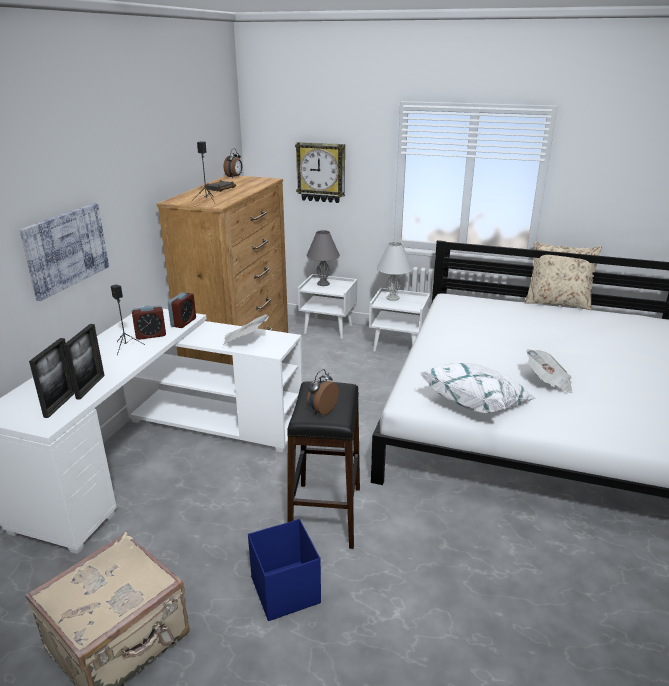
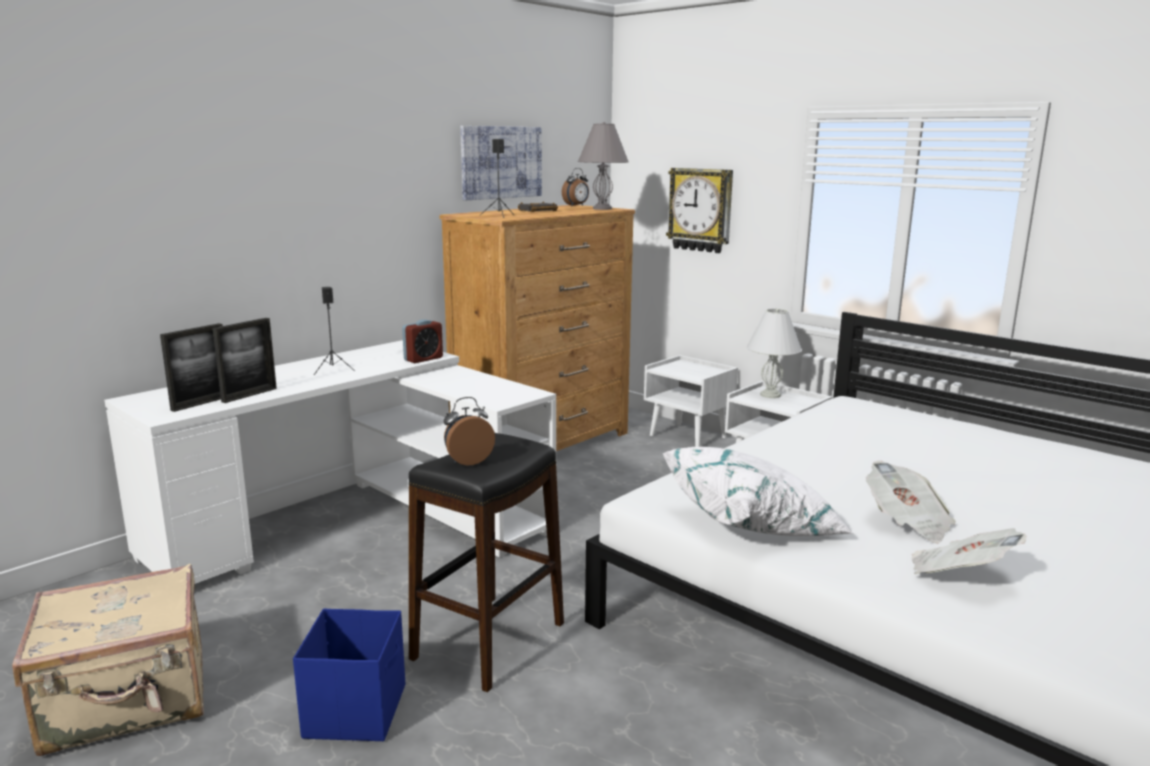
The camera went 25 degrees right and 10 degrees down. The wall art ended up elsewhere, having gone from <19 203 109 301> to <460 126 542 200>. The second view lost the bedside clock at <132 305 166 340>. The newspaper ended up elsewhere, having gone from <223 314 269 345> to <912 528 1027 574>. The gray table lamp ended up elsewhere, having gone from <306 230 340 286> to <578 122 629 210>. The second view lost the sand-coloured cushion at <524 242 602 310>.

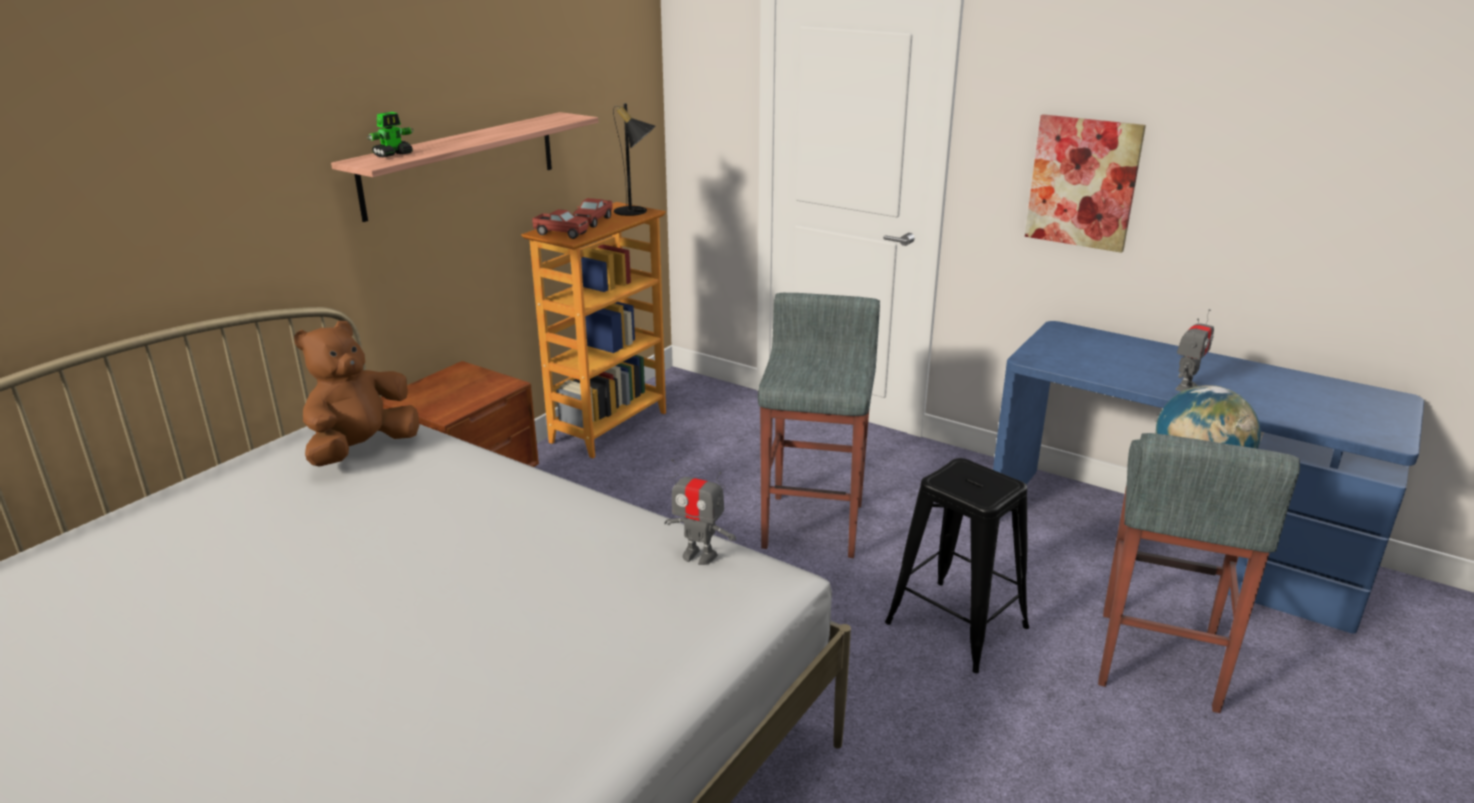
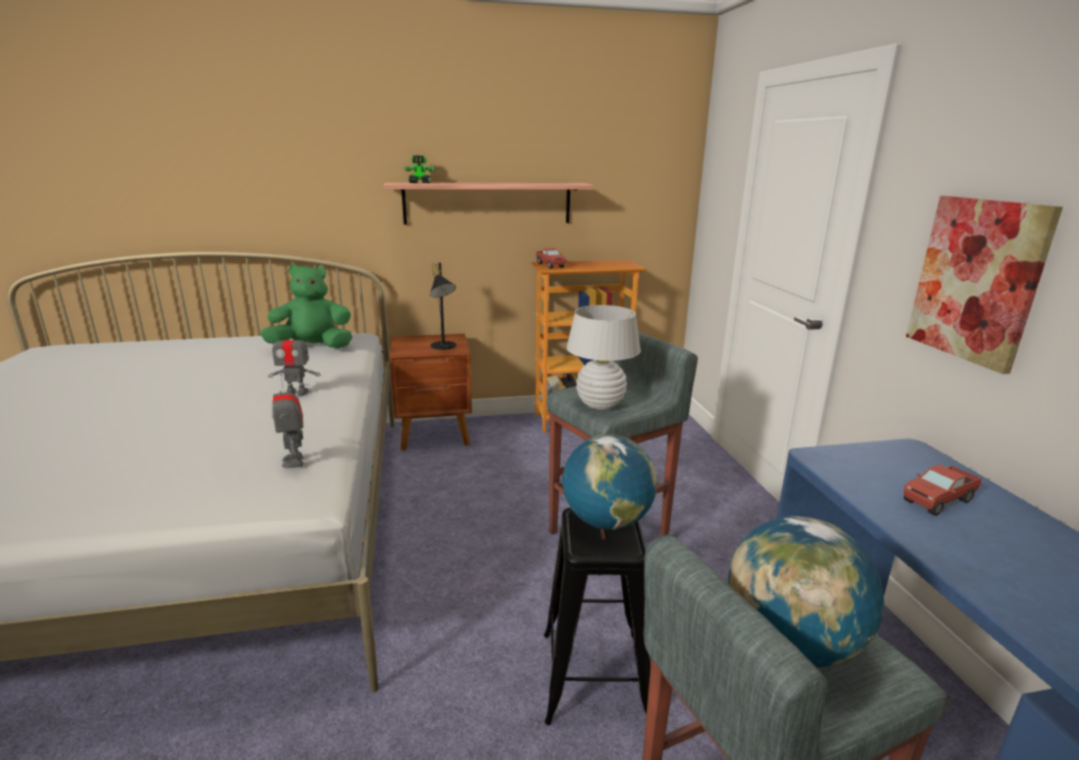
The camera went 45 degrees right and 5 degrees down. What was the brown-coloured cuddly toy at <294 321 419 467> turned into the greenish cuddly toy at <260 264 352 348>. The toy lorry ended up elsewhere, having gone from <573 198 613 228> to <904 465 981 516>. The black-coloured table lamp ended up elsewhere, having gone from <613 103 656 216> to <430 263 457 350>. The model robot ended up elsewhere, having gone from <1175 309 1214 391> to <268 329 320 397>. The second view gained the world globe at <562 434 657 530>. The second view gained the white-coloured table lamp at <566 305 641 410>.

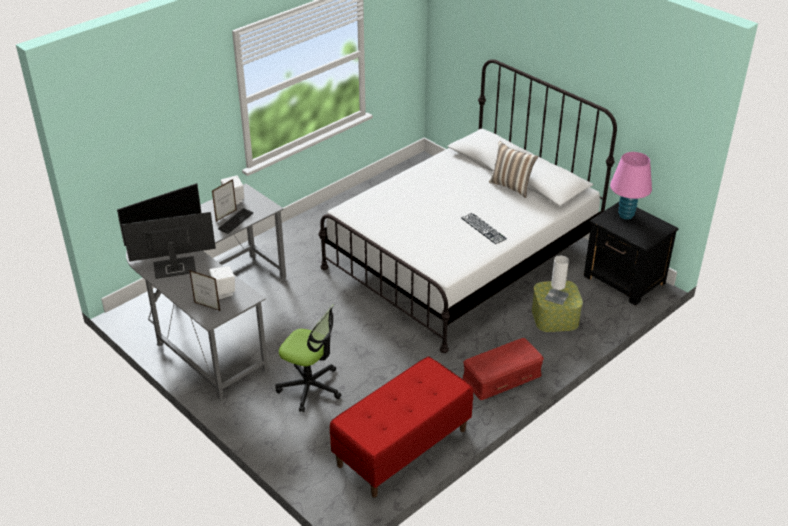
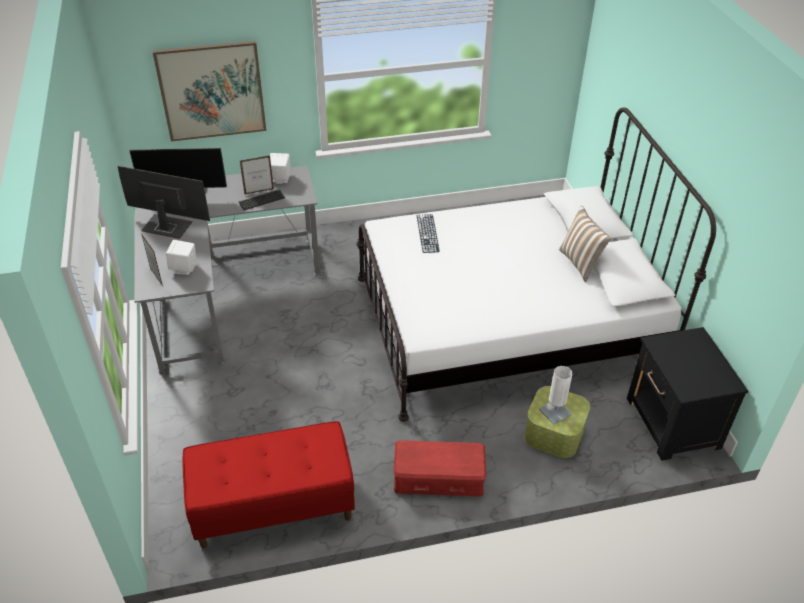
The camera went 30 degrees right and 5 degrees up. The second view lost the desk chair at <275 304 341 412>. The computer keyboard ended up elsewhere, having gone from <461 213 507 244> to <417 214 440 253>. The second view lost the pinkish table lamp at <610 152 652 220>. The second view gained the wall art at <153 41 266 141>.

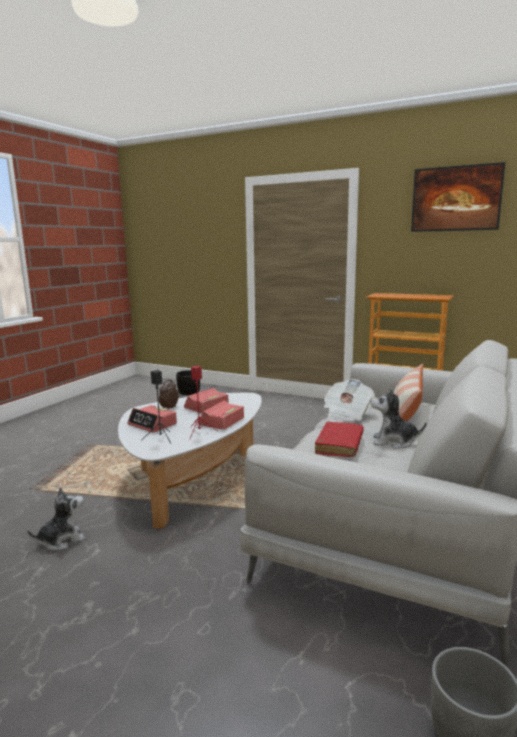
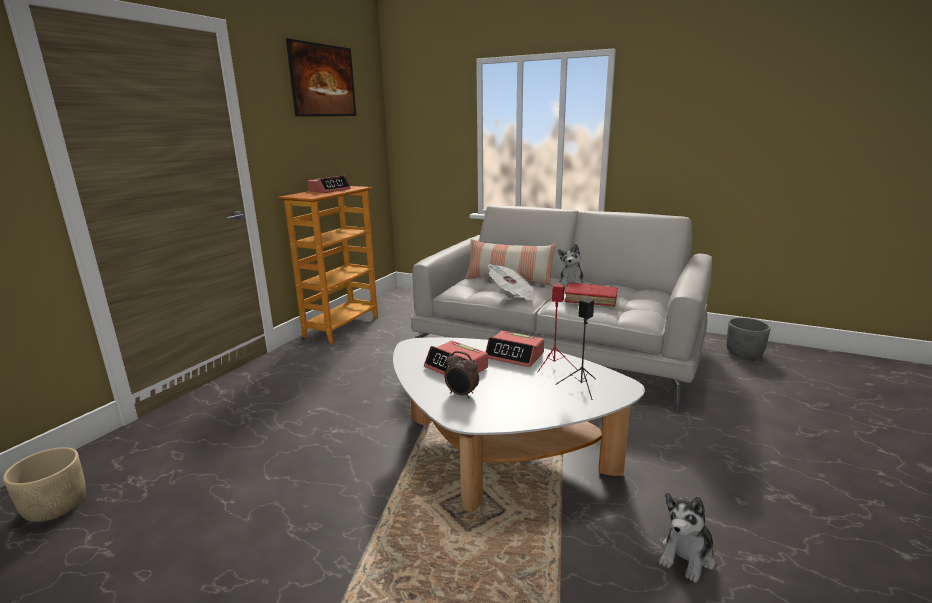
The camera went 90 degrees left and 5 degrees up. The cuddly toy at <27 487 85 551> ended up facing another way, 105 degrees counterclockwise from before. The bedside clock ended up elsewhere, having gone from <127 405 177 433> to <308 176 351 193>. What was the black-coloured plant pot at <176 370 200 395> turned into the sand-coloured plant pot at <3 447 86 522>.

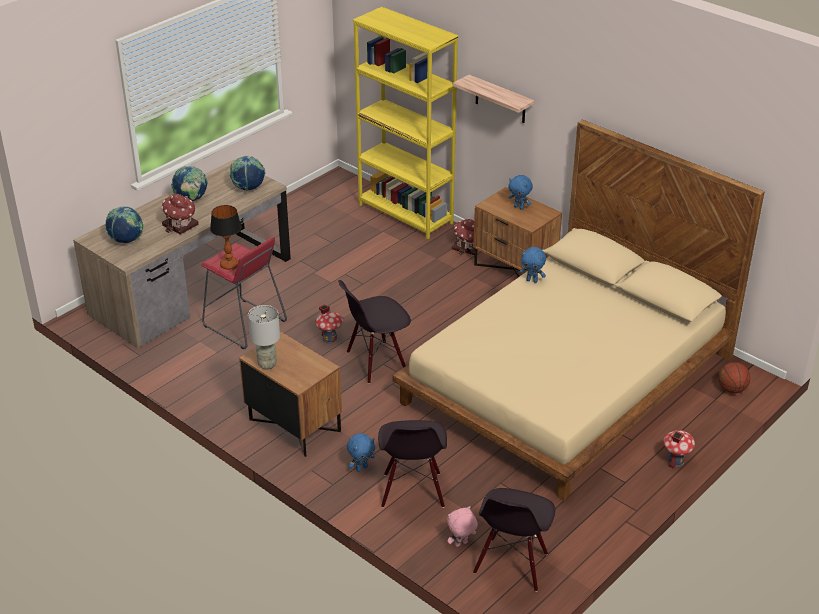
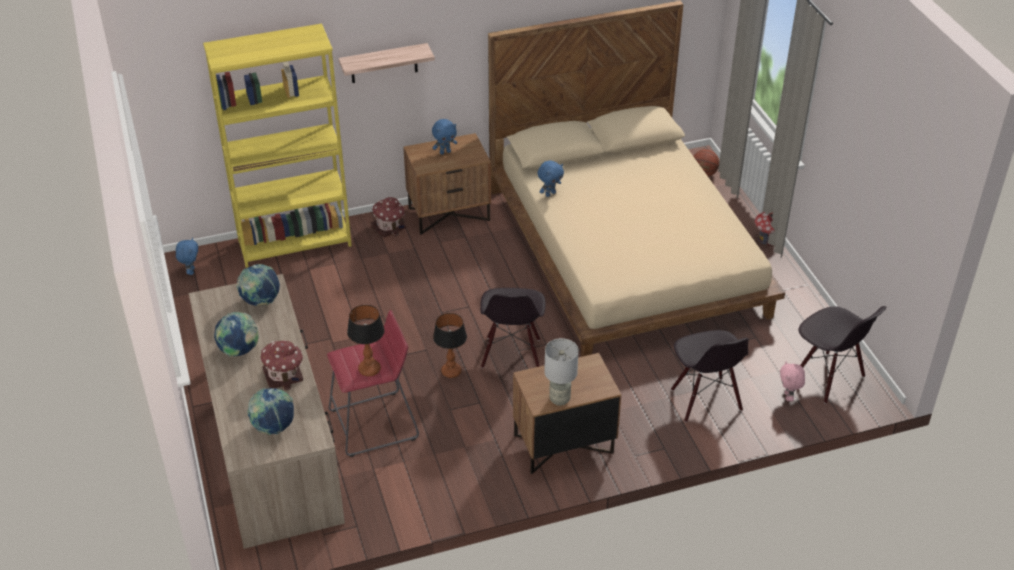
The camera went 60 degrees left and 5 degrees up. Where the model house stood at <316 304 343 344>, the table lamp came to stand at <433 313 467 378>. The blue cuddly toy ended up elsewhere, having gone from <347 433 375 472> to <176 237 198 275>. The black-coloured plain chair at <378 420 447 508> ended up facing another way, 45 degrees clockwise from before.

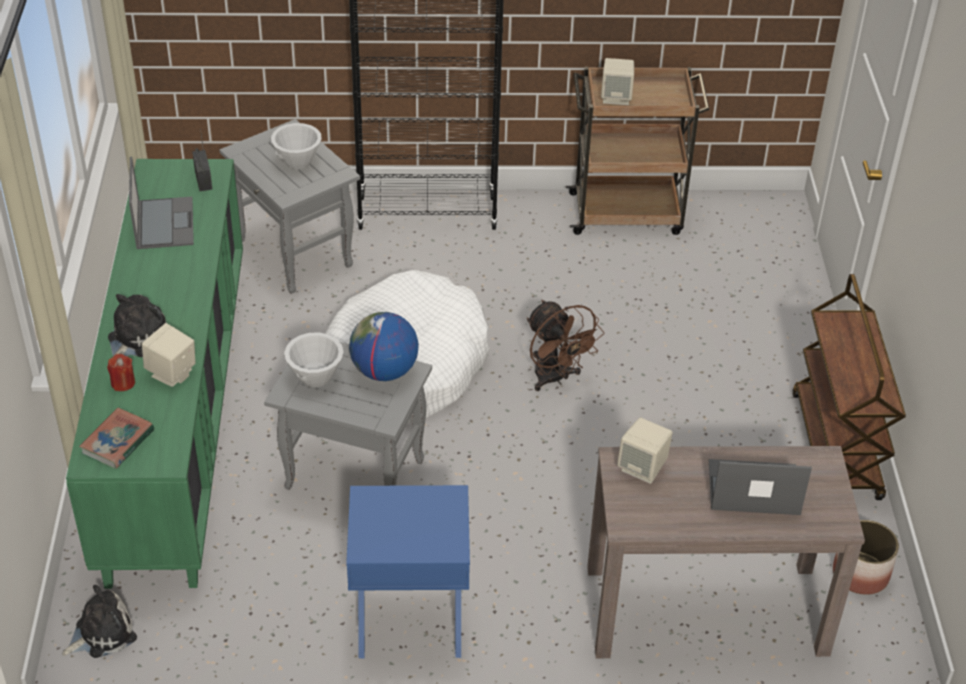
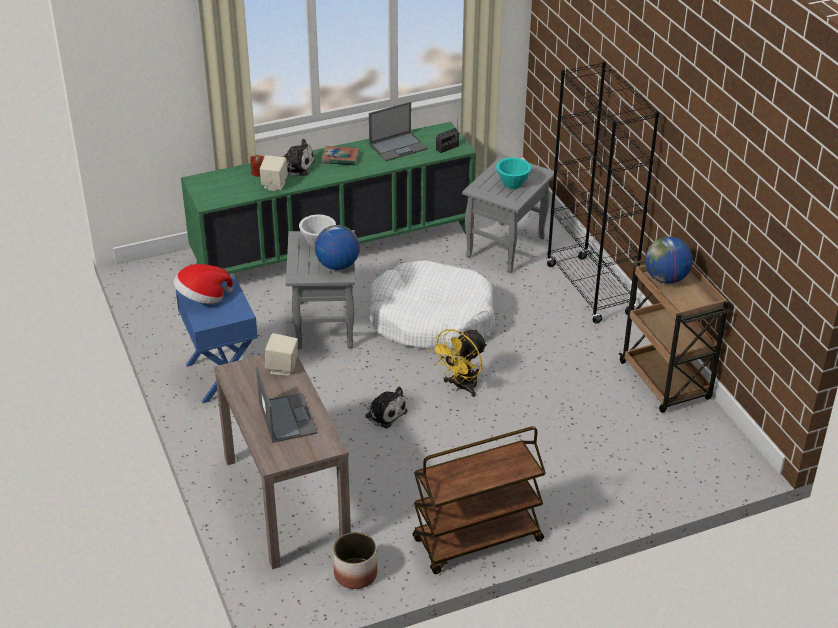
The camera went 70 degrees right and 5 degrees down. The cuddly toy ended up elsewhere, having gone from <62 585 137 658> to <361 387 408 428>. The book ended up elsewhere, having gone from <79 408 154 469> to <321 146 359 165>. What was the white-coloured deep dish at <271 123 322 169> turned into the blue-green deep dish at <496 158 531 189>. What was the brown-coloured cooling fan at <527 300 605 391> turned into the yellow-coloured cooling fan at <430 329 487 397>. Where the sand-coloured loudspeaker stood at <601 58 634 105>, the world globe came to stand at <645 237 693 284>. The second view gained the hat at <173 264 233 304>.

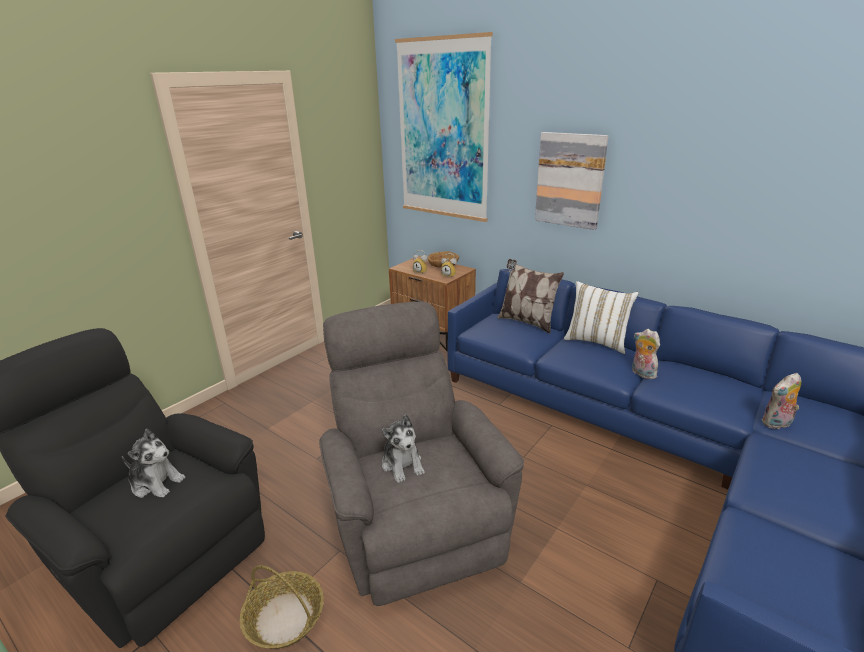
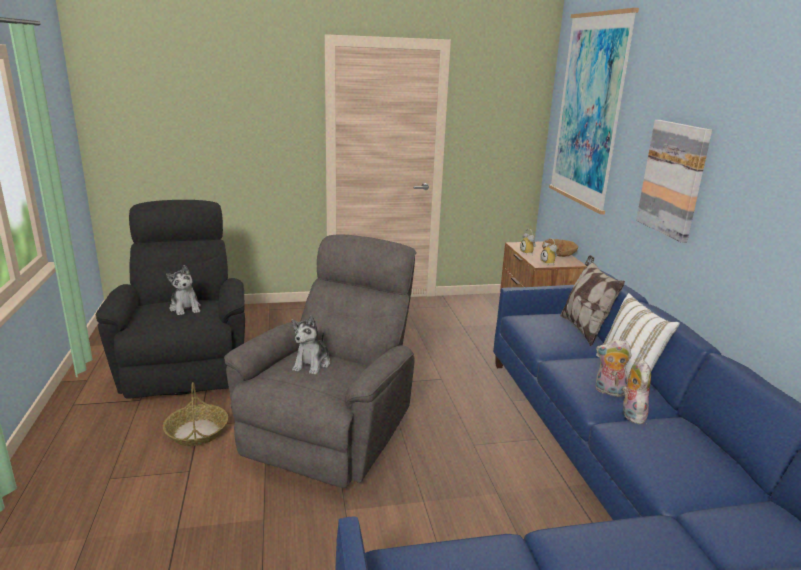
The camera went 40 degrees right and 5 degrees down. The cuddly toy ended up elsewhere, having gone from <761 373 801 430> to <595 339 632 397>.

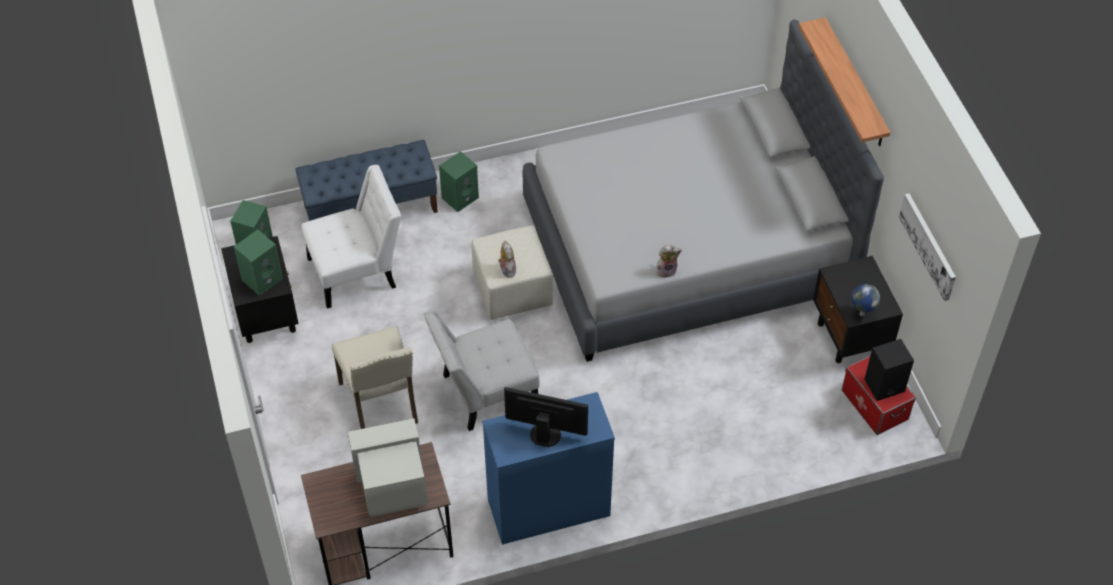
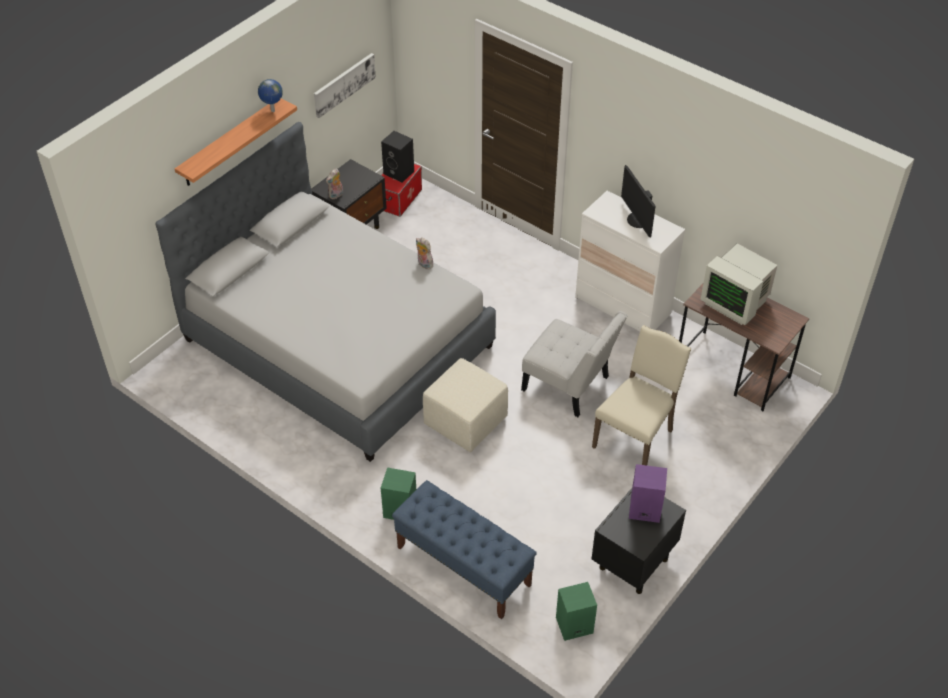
The camera went 125 degrees left and 5 degrees down. What was the greenish loudspeaker at <234 230 283 296> turned into the purple-coloured loudspeaker at <629 464 667 523>. The second view lost the white-coloured plain chair at <301 165 401 309>. What was the blue chest of drawers at <482 392 615 545> turned into the white-coloured chest of drawers at <575 191 685 331>. The cuddly toy ended up elsewhere, having gone from <498 240 516 278> to <326 168 343 199>. The world globe ended up elsewhere, having gone from <851 284 880 316> to <258 79 283 112>.

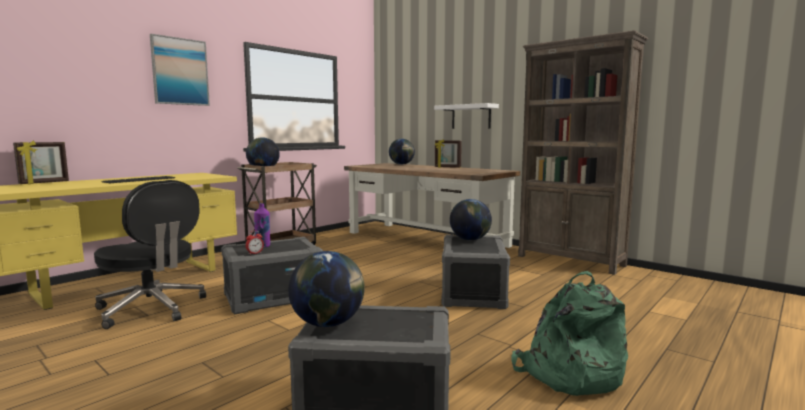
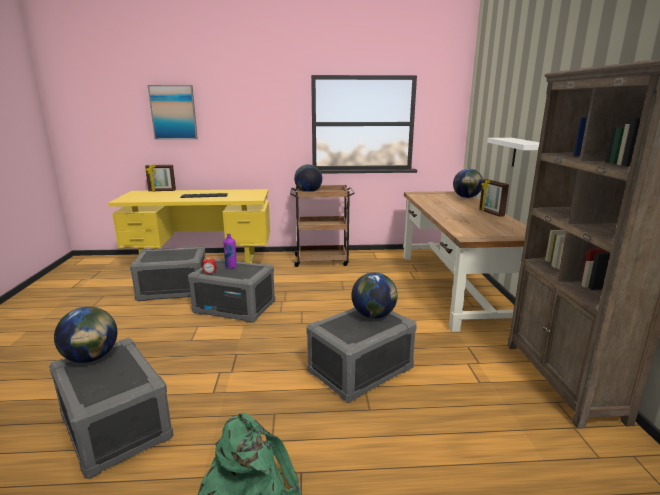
The camera went 45 degrees right and 10 degrees up. Where the black-coloured desk chair stood at <94 180 206 329>, the gray storage container came to stand at <130 247 205 301>. The wall art ended up elsewhere, having gone from <150 34 210 106> to <148 85 198 140>.

